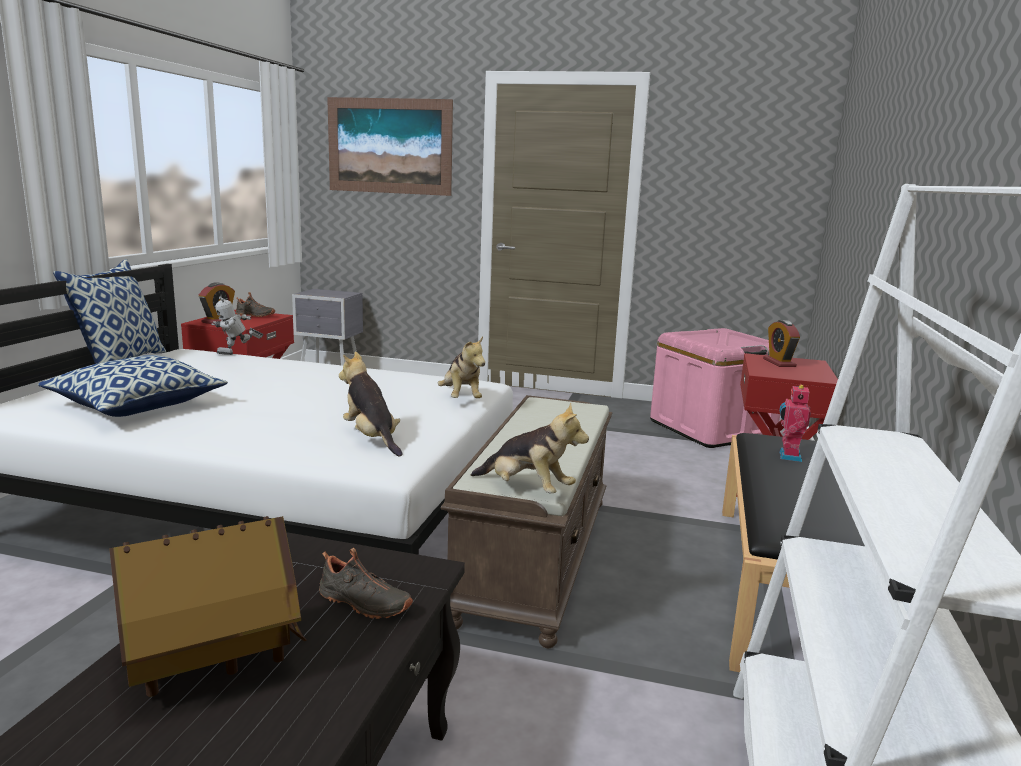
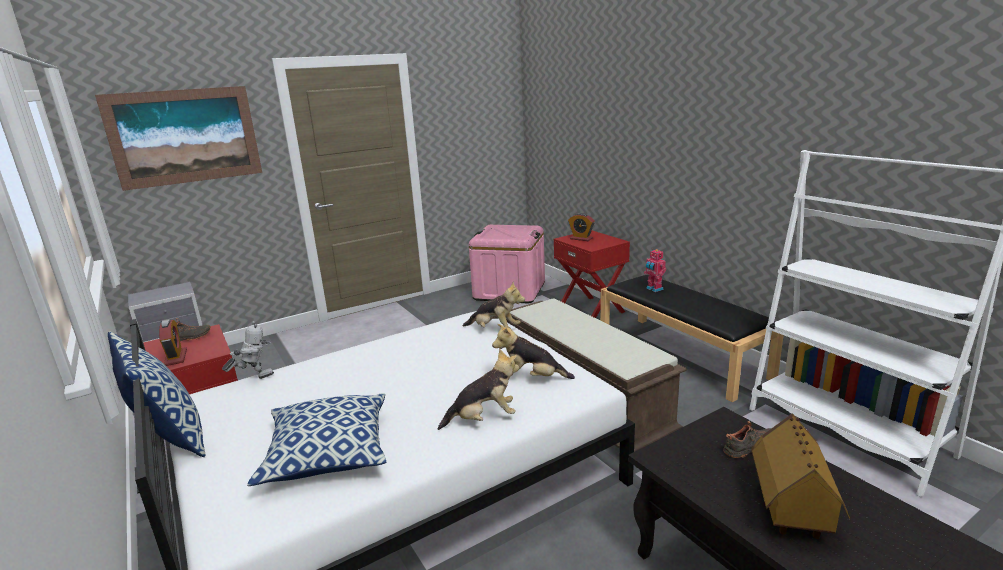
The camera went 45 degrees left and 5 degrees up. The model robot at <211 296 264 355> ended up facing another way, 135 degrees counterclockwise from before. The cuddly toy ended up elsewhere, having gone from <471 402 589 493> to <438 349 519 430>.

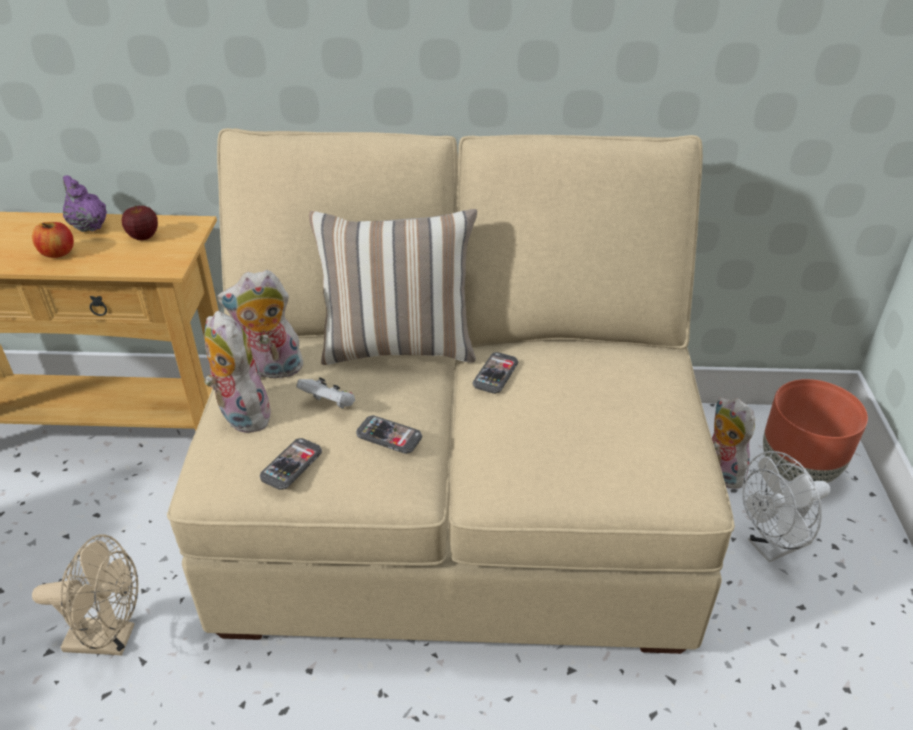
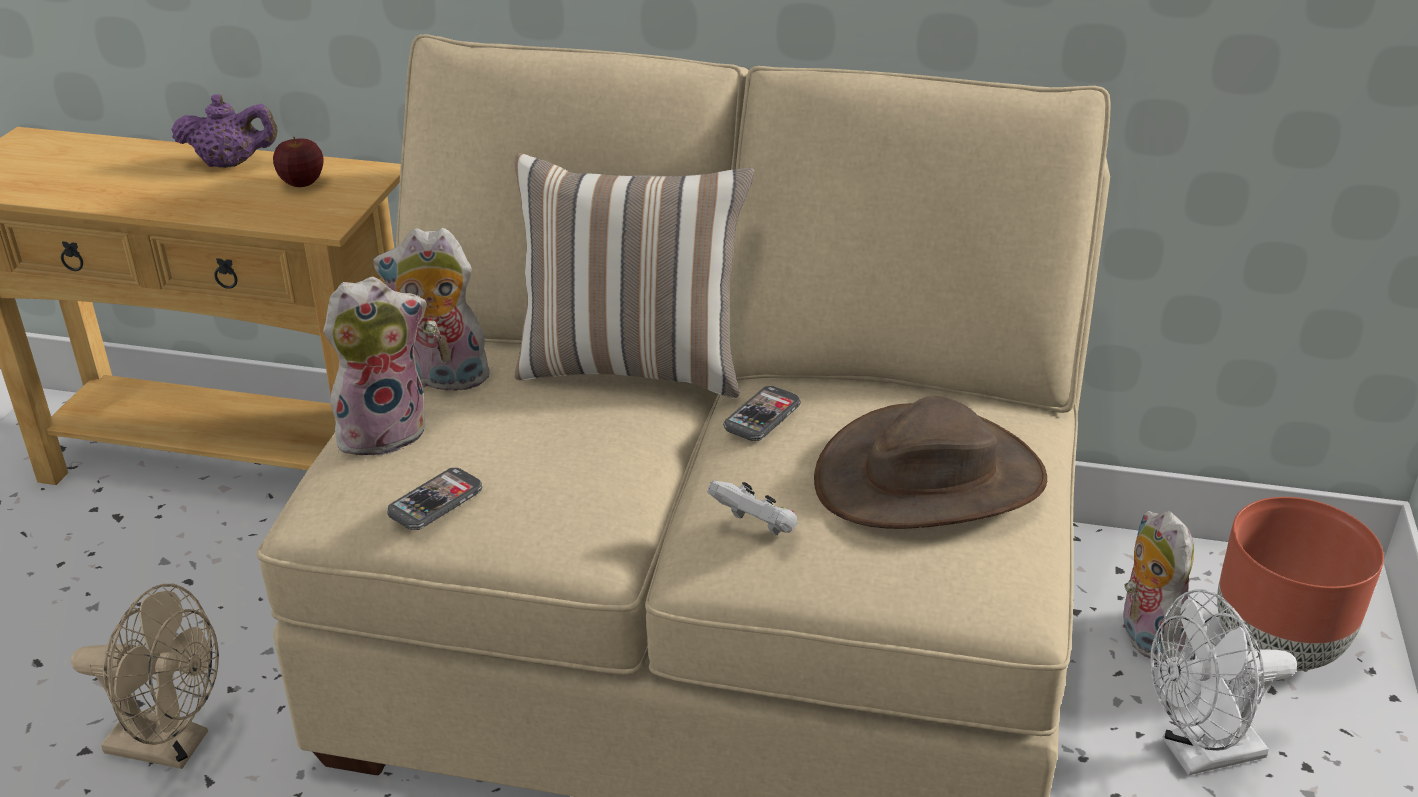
The camera went 10 degrees right and 5 degrees down. The second view lost the apple at <32 222 74 258>. The purple-coloured tea pot at <63 175 107 232> ended up facing another way, 120 degrees clockwise from before. The cuddly toy at <204 311 272 433> ended up facing another way, 90 degrees clockwise from before. The white-coloured gamepad ended up elsewhere, having gone from <297 378 355 409> to <707 481 797 536>. The second view lost the phone at <356 415 422 454>. The second view gained the brown-coloured hat at <814 396 1047 529>.

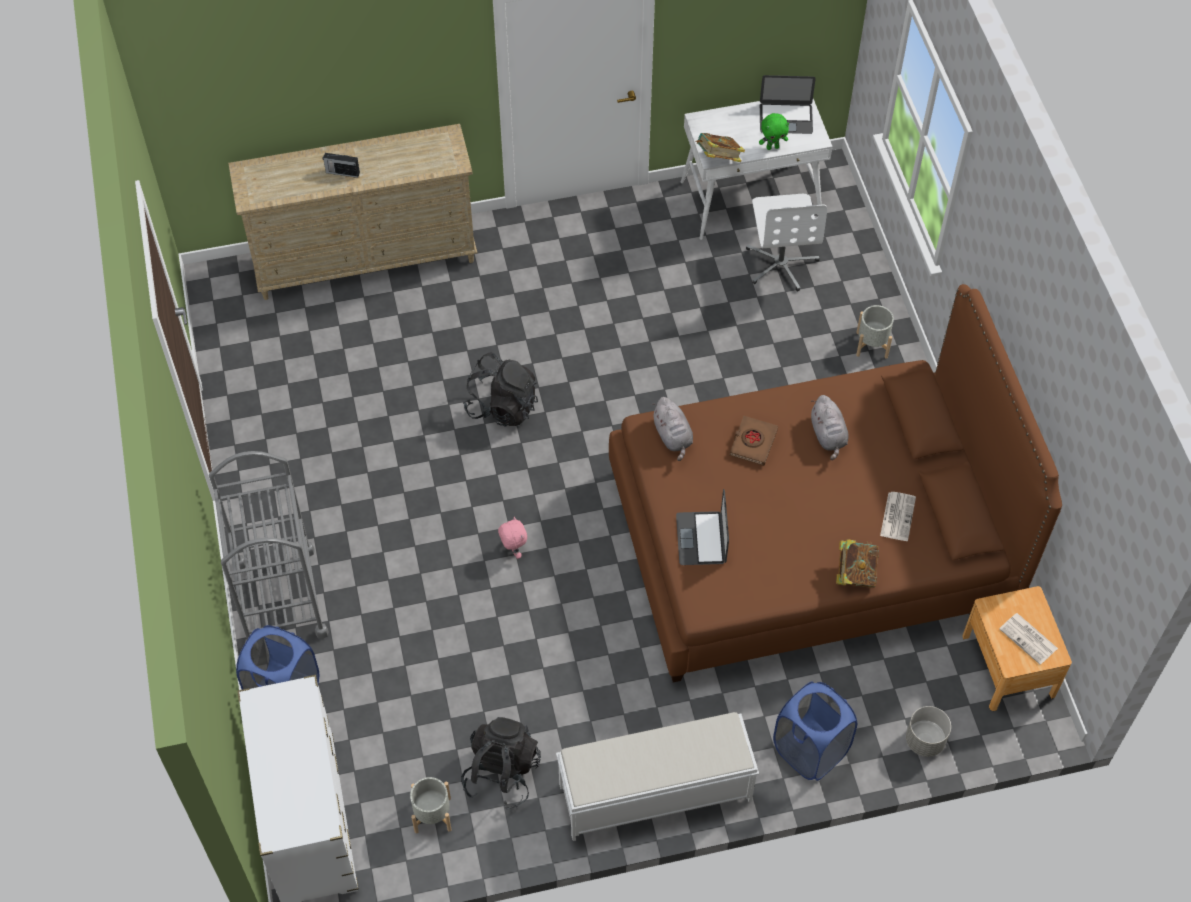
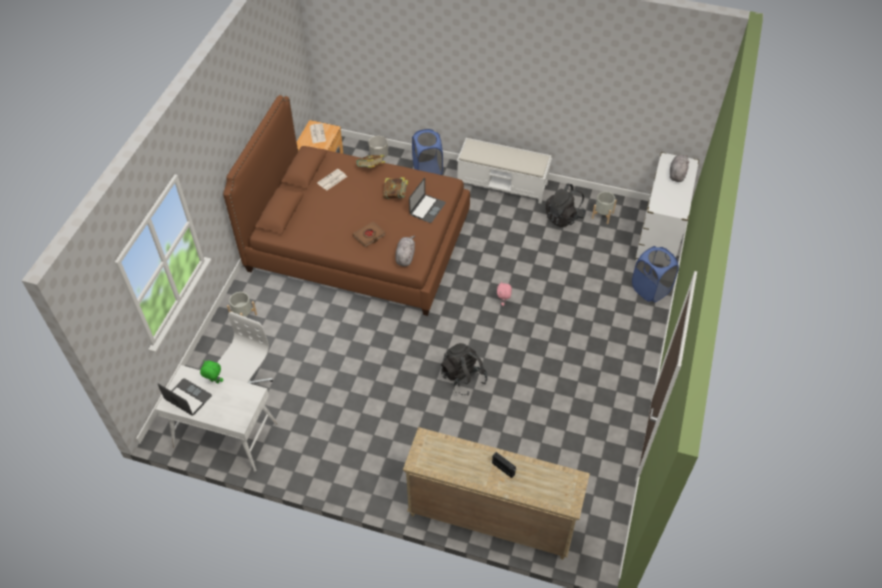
The camera went 150 degrees left and 5 degrees down. The second view lost the gray cart at <209 451 329 643>. The book ended up elsewhere, having gone from <695 133 745 162> to <383 177 408 199>. The gray cuddly toy ended up elsewhere, having gone from <811 395 849 460> to <670 155 690 182>.

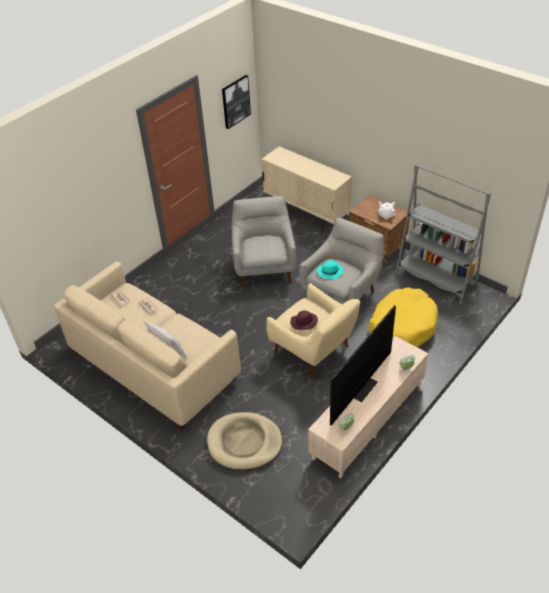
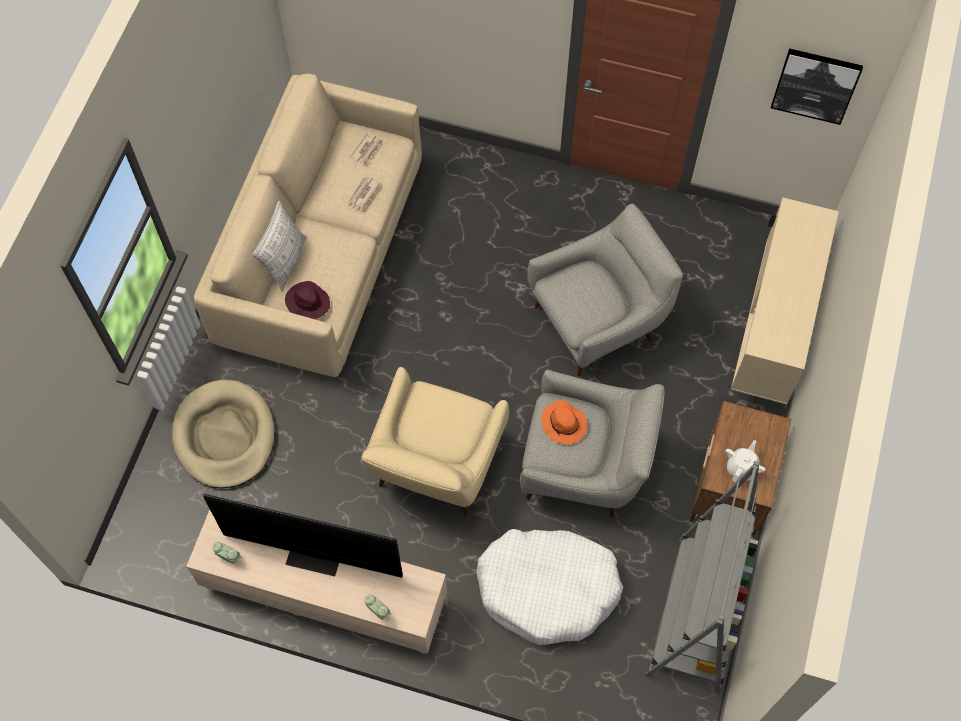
The camera went 65 degrees right and 20 degrees up. The purple-coloured hat ended up elsewhere, having gone from <290 310 318 330> to <285 281 330 319>. What was the blue-green hat at <317 260 343 279> turned into the orangey hat at <541 400 588 445>. What was the yellow-coloured dog bed at <368 287 438 347> turned into the white-coloured dog bed at <477 529 623 645>.

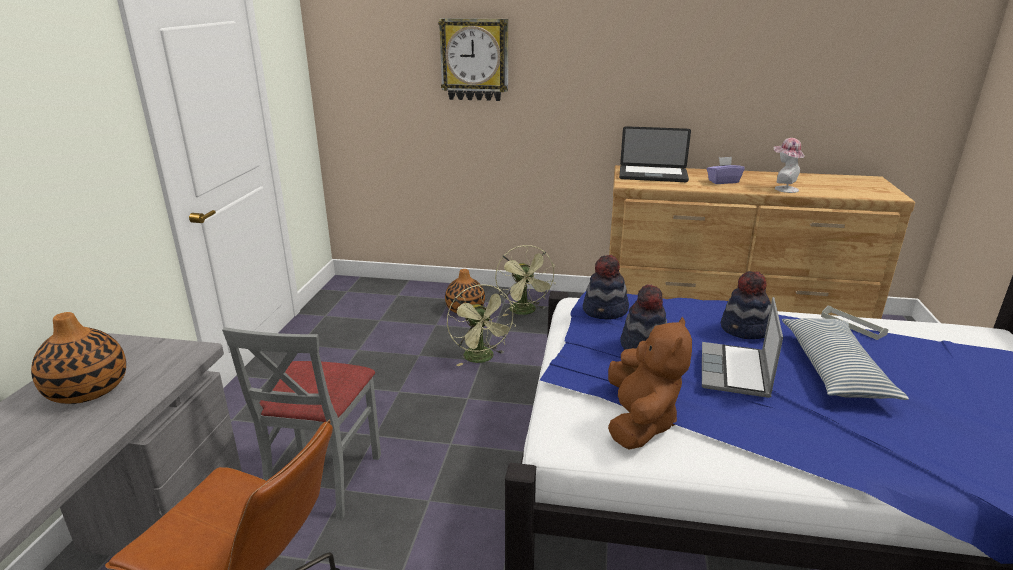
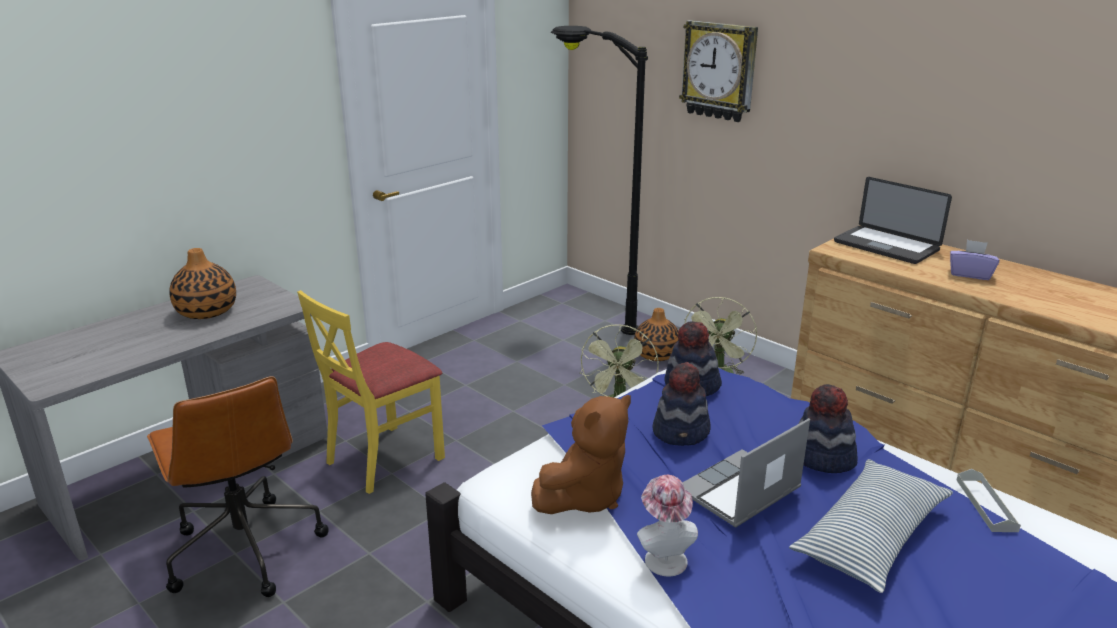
The camera went 35 degrees right and 0 degrees up. What was the gray plain chair at <222 327 381 519> turned into the yellow-coloured plain chair at <297 290 445 494>. The hat ended up elsewhere, having gone from <773 138 805 193> to <637 475 698 576>. The second view gained the black-coloured standing lamp at <551 26 648 335>.

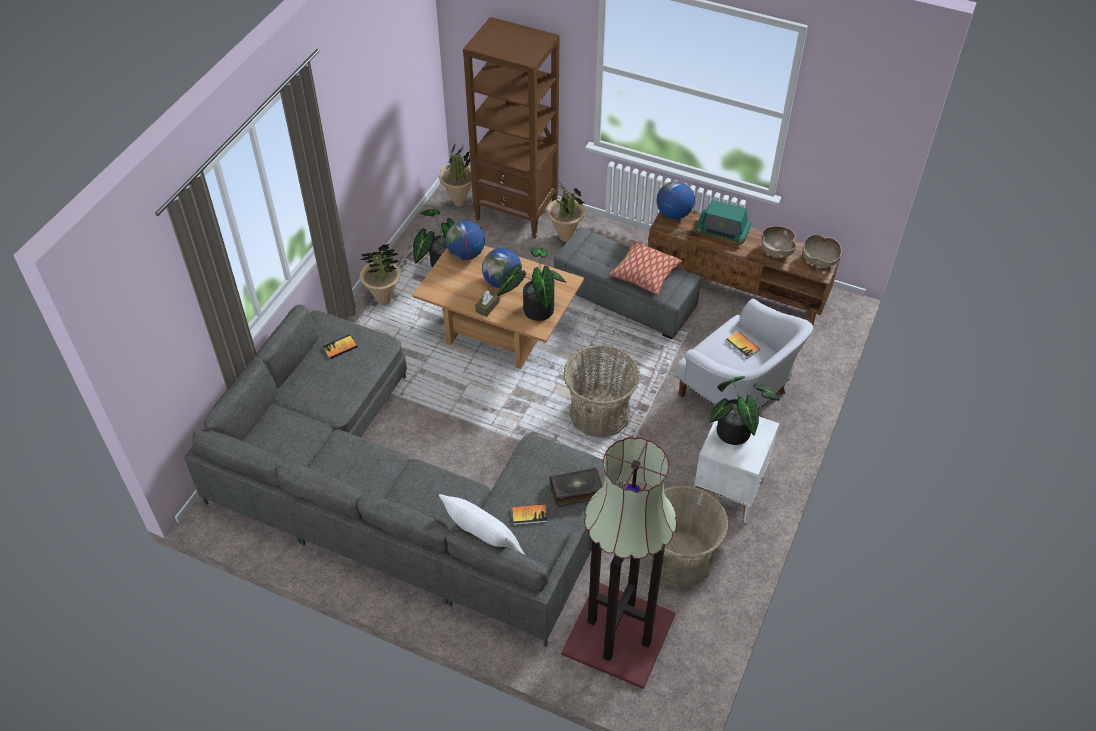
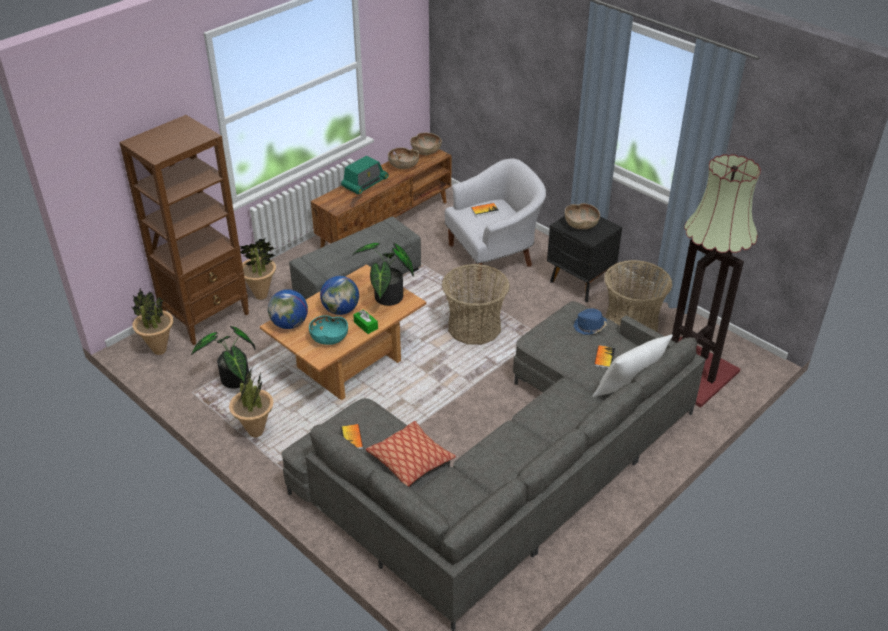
The camera went 70 degrees left and 10 degrees down. What was the brown-coloured tissue holder at <475 290 500 317> turned into the greenish tissue holder at <353 309 378 334>. Where the book stood at <549 468 603 507>, the blue hat came to stand at <573 308 607 335>. The cushion ended up elsewhere, having gone from <609 241 682 296> to <366 421 456 487>. The second view lost the world globe at <657 181 695 219>. What was the white-coloured bedside table at <694 417 779 524> turned into the black-coloured bedside table at <547 216 622 302>. Where the potted plant stood at <710 376 780 445>, the brown-coloured deep dish came to stand at <565 203 600 229>. The second view gained the blue-green deep dish at <309 315 348 345>.

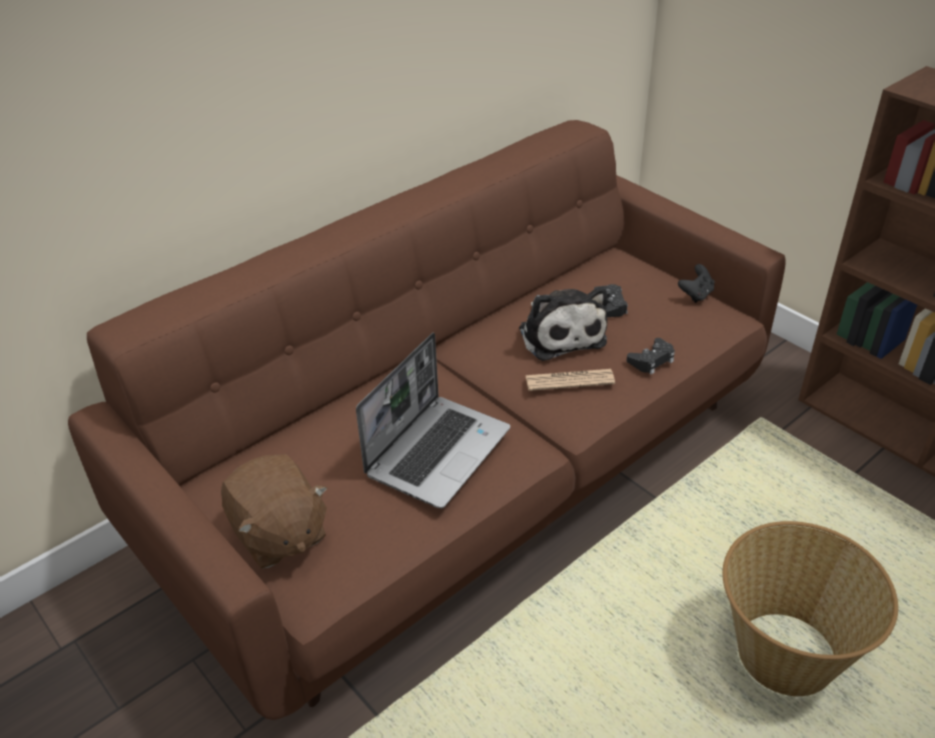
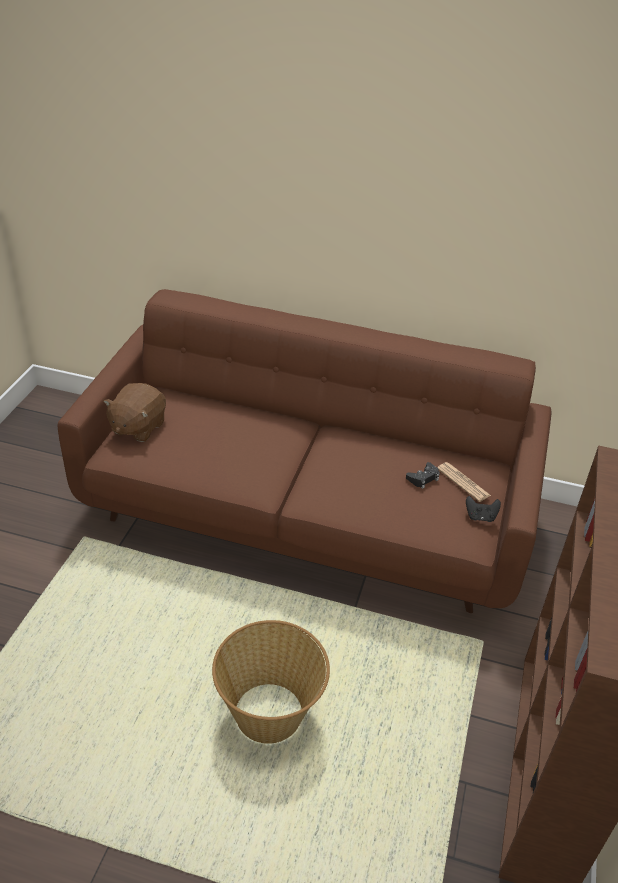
The camera went 55 degrees right and 0 degrees up. The second view lost the laptop at <356 333 510 508>. The second view lost the cuddly toy at <519 287 608 361>. The newspaper ended up elsewhere, having gone from <525 369 615 391> to <437 462 491 502>. The second view lost the black-coloured gamepad at <626 338 675 374>.

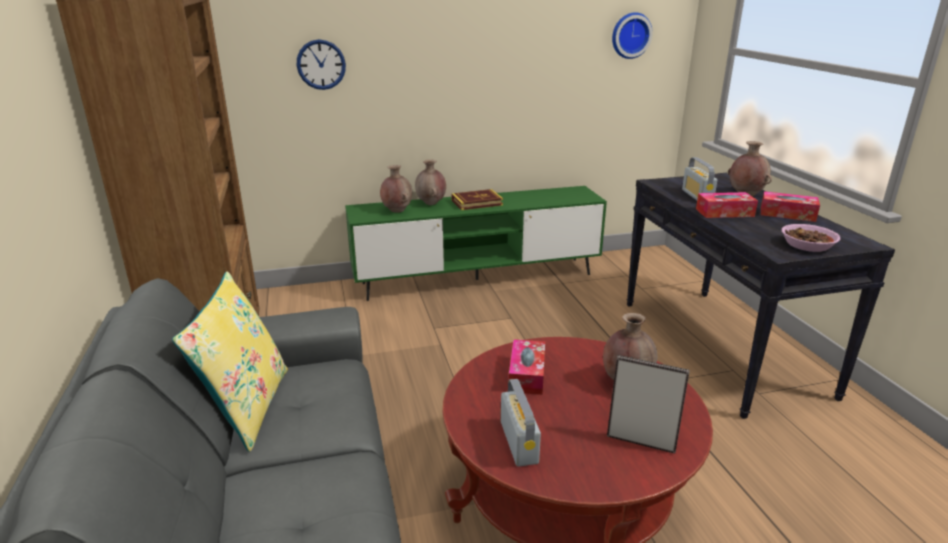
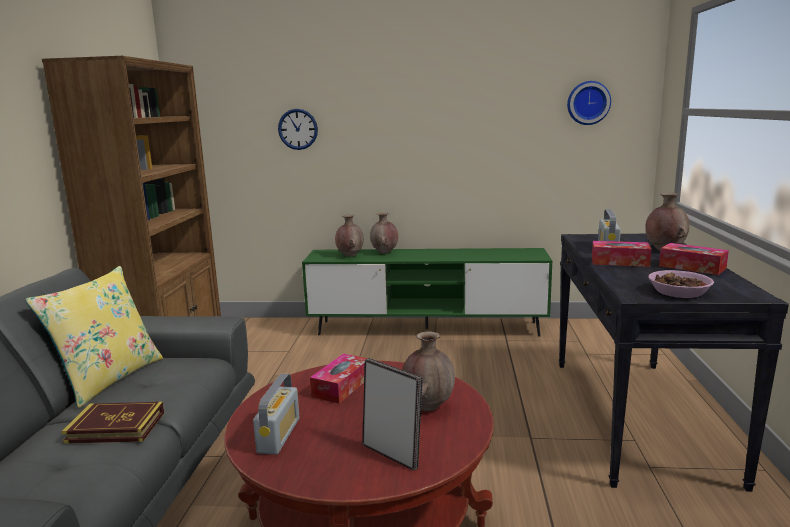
The camera went 20 degrees right and 10 degrees down. The book ended up elsewhere, having gone from <451 189 503 210> to <61 402 164 444>.

